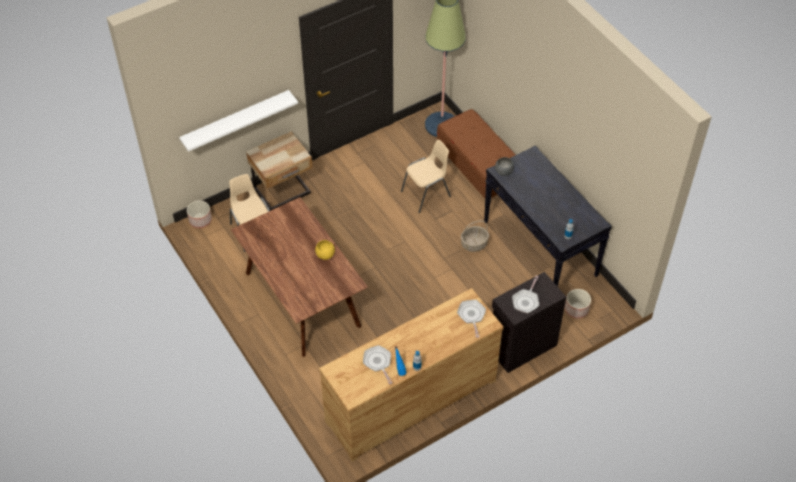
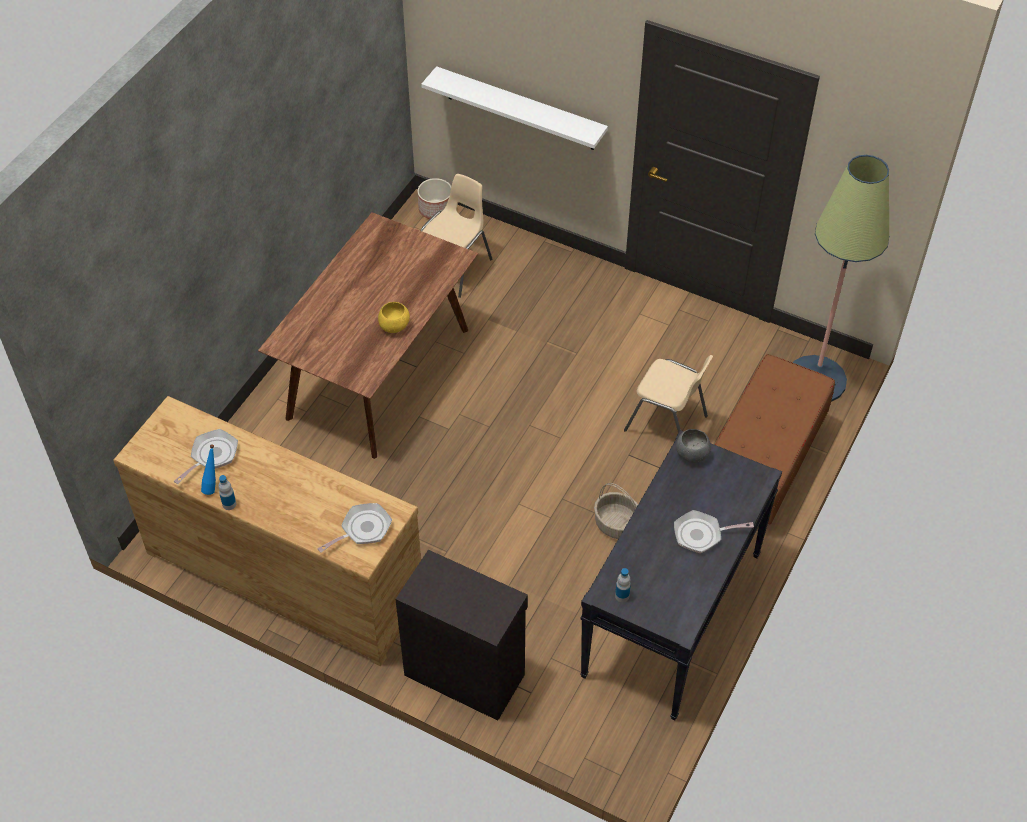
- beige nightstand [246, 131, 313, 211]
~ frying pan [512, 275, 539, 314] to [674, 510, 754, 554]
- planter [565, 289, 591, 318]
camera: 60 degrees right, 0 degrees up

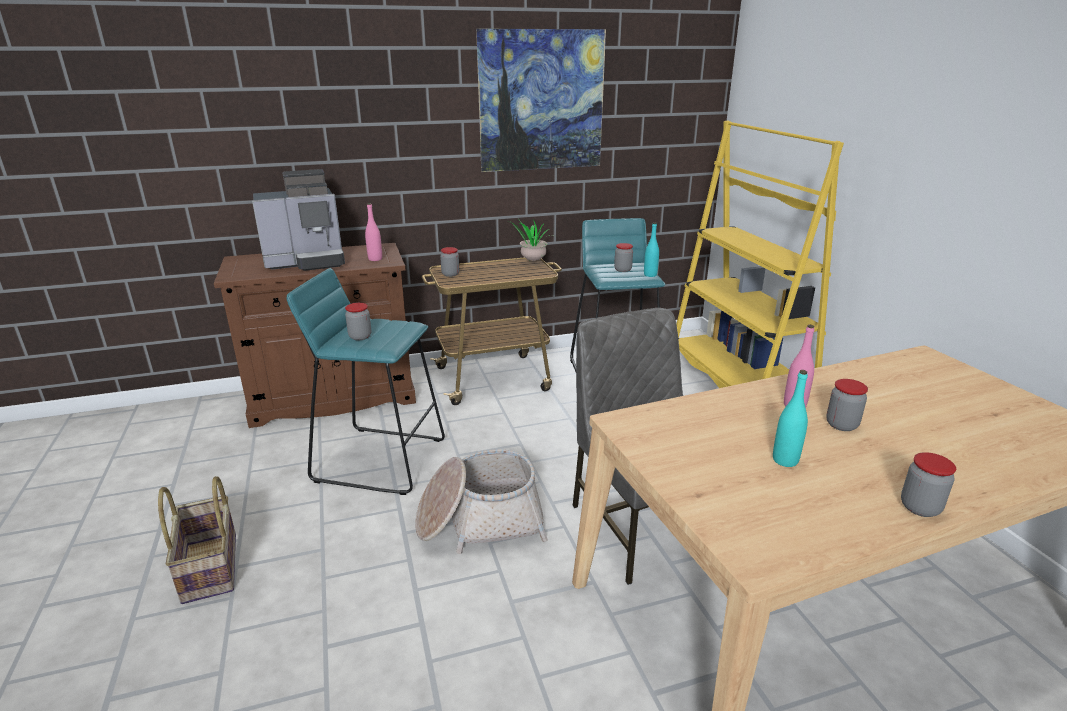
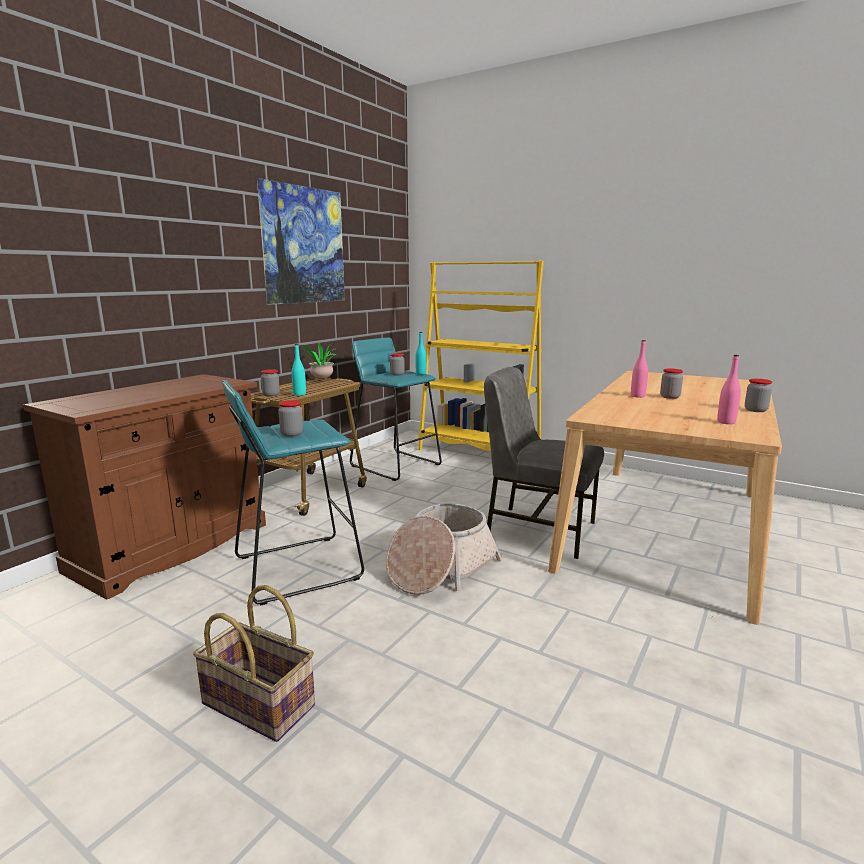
- coffee brewer [252, 169, 345, 271]
~ pinkish bottle [365, 203, 382, 261] to [717, 355, 741, 424]
~ turquoise bottle [773, 370, 808, 467] to [292, 344, 306, 396]
camera: 40 degrees left, 10 degrees down

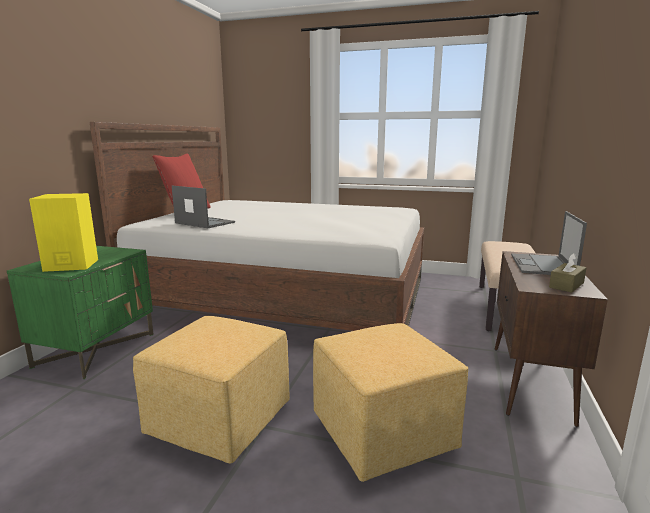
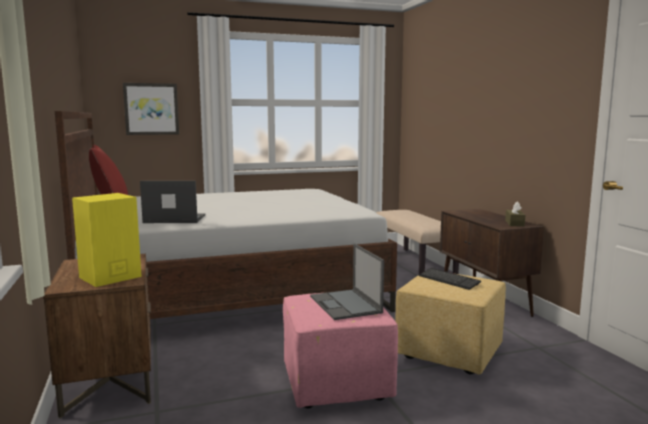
~ notebook computer [511, 211, 587, 275] to [310, 244, 384, 320]
~ green-coloured nightstand [7, 246, 154, 379] to brownish nightstand [43, 254, 151, 418]
~ yellowish ottoman [133, 316, 290, 463] to pinkish ottoman [283, 293, 398, 409]
+ wall picture [123, 83, 179, 135]
+ keyboard [419, 268, 481, 290]
camera: 35 degrees left, 5 degrees down

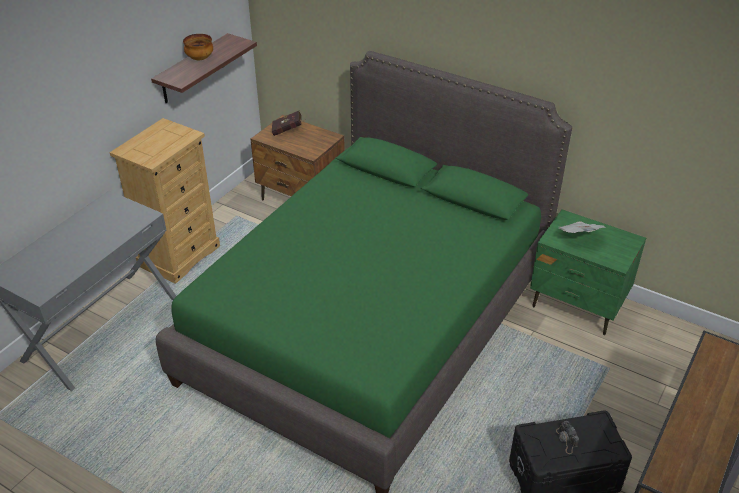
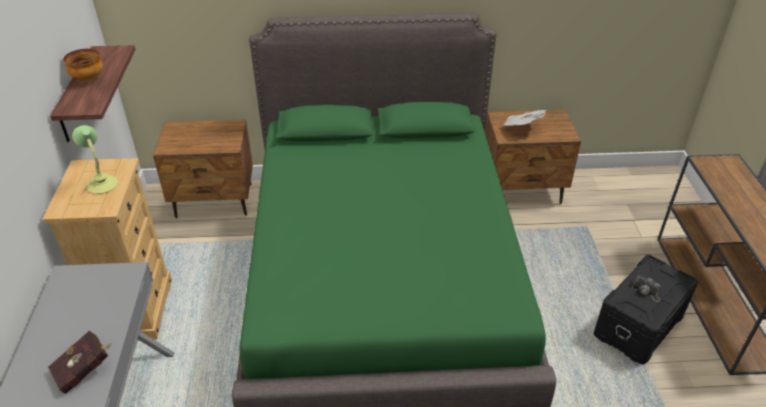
~ red volume [272, 111, 305, 136] to [48, 330, 112, 394]
~ green-coloured nightstand [530, 209, 646, 335] to brownish nightstand [485, 110, 581, 204]
+ table lamp [72, 125, 118, 194]
camera: 35 degrees left, 0 degrees up

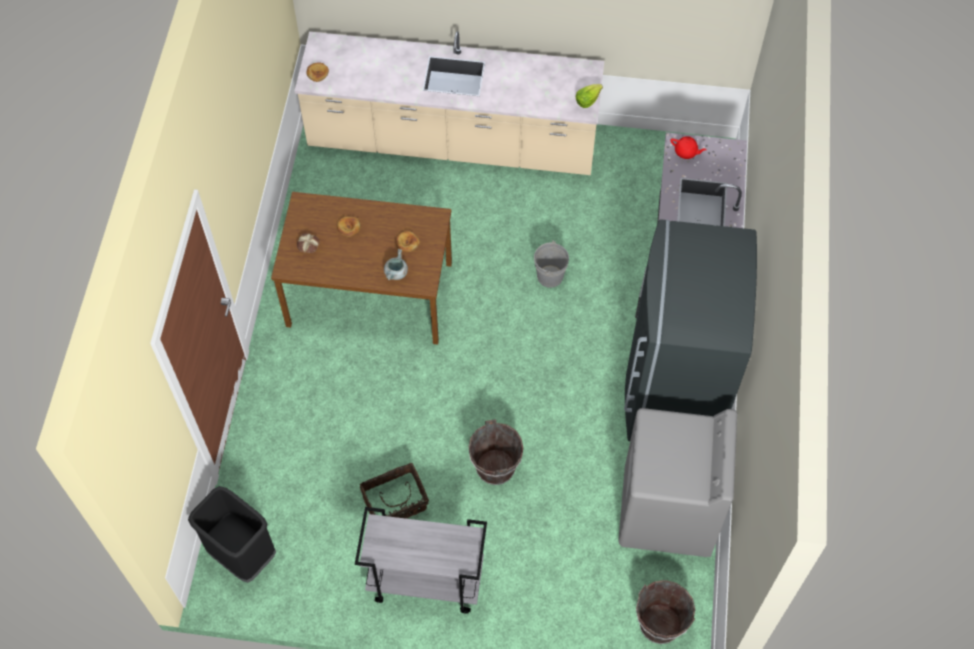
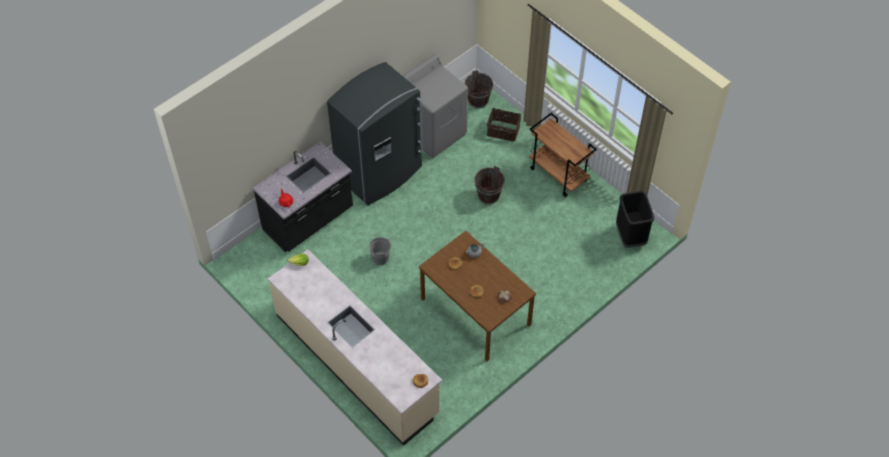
~ household basket [360, 463, 429, 519] to [487, 108, 521, 142]
~ greyish cart [355, 507, 487, 614] to brownish cart [529, 113, 597, 197]
camera: 140 degrees left, 5 degrees down

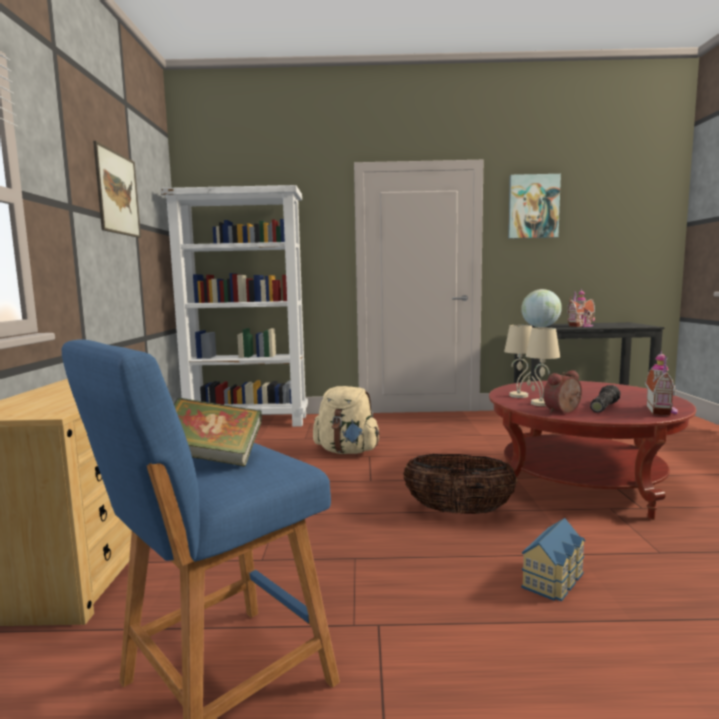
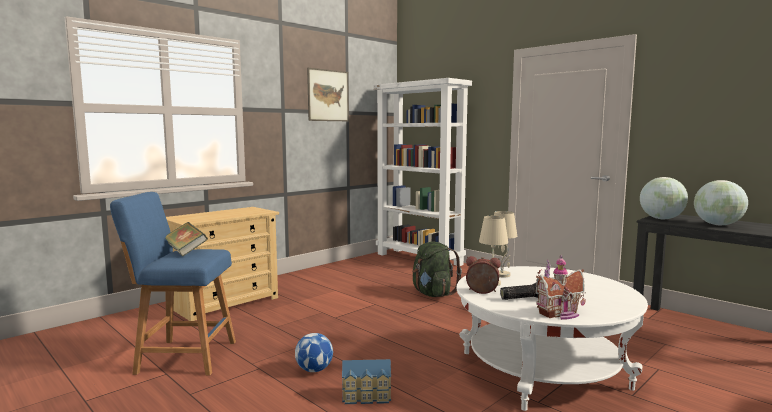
- wall picture [508, 174, 561, 239]
~ model house [567, 289, 595, 327] to world globe [694, 180, 748, 225]
~ red lounge table [489, 381, 696, 520] to white-coloured lounge table [456, 266, 648, 411]
~ beige rucksack [313, 386, 380, 454] to green-coloured rucksack [412, 242, 462, 297]
- household basket [403, 454, 517, 514]
+ football ball [295, 333, 333, 372]
camera: 45 degrees right, 0 degrees up

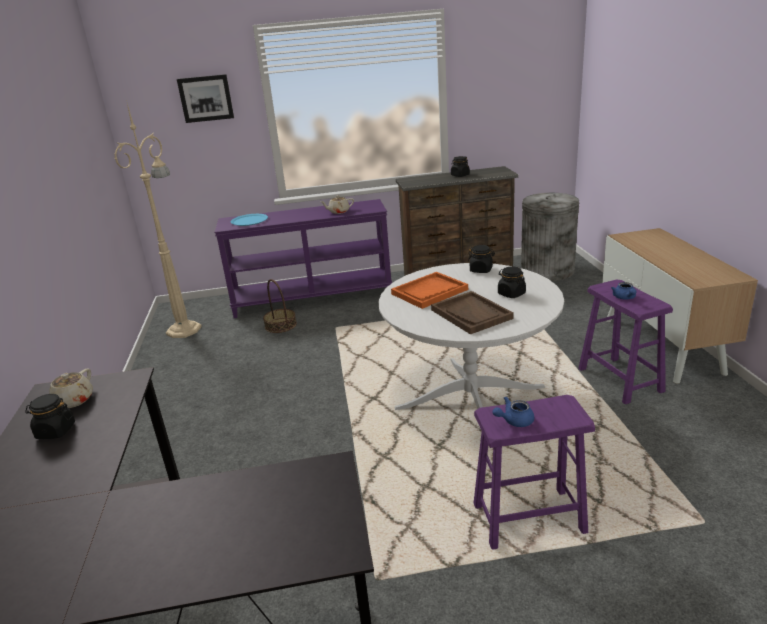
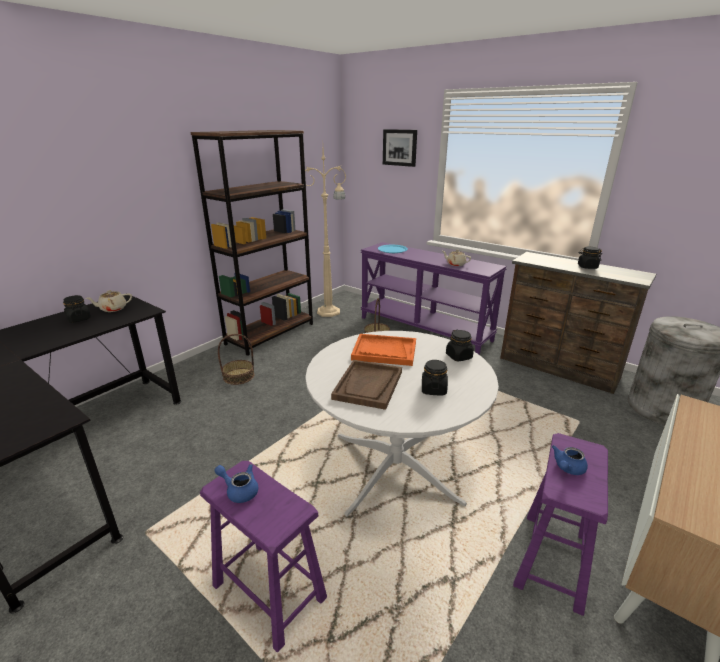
+ brownish bookcase [191, 130, 313, 356]
+ household basket [218, 334, 254, 385]
camera: 45 degrees right, 0 degrees up

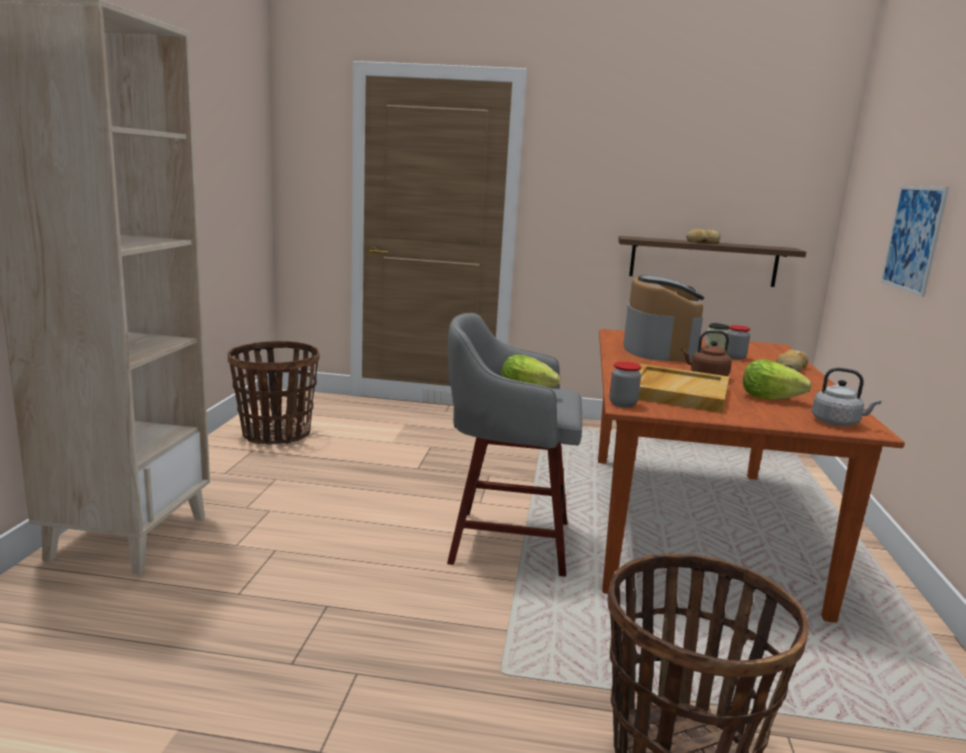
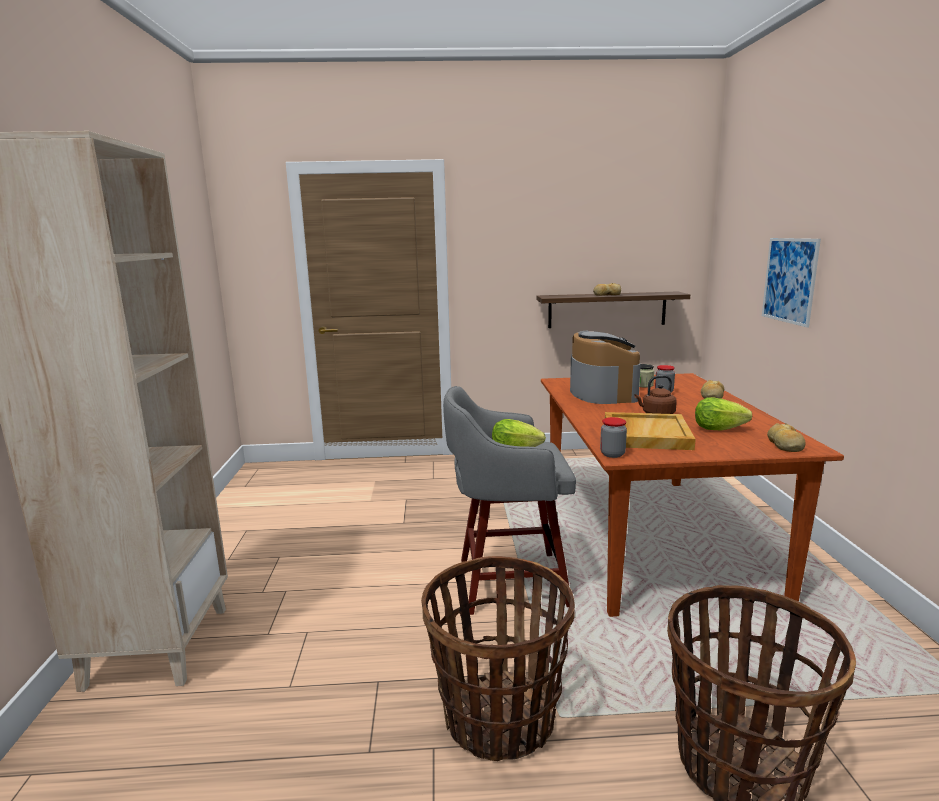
~ household basket [227, 341, 320, 445] to [421, 556, 575, 761]
~ greyish kettle [812, 368, 882, 426] to bakery bread [767, 423, 805, 452]
camera: 10 degrees left, 0 degrees up

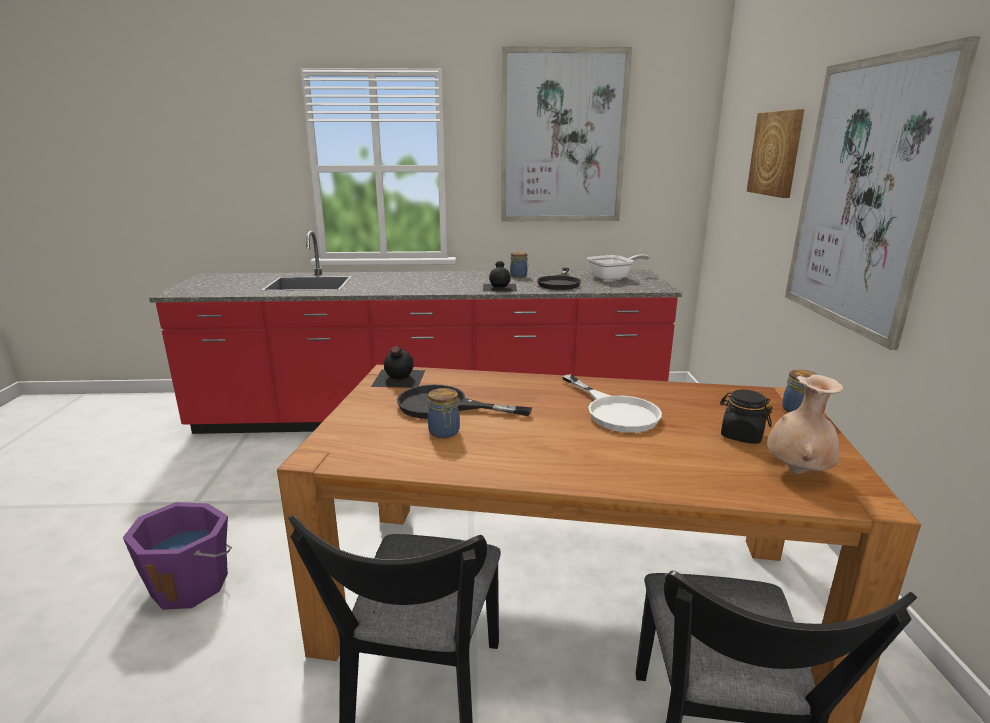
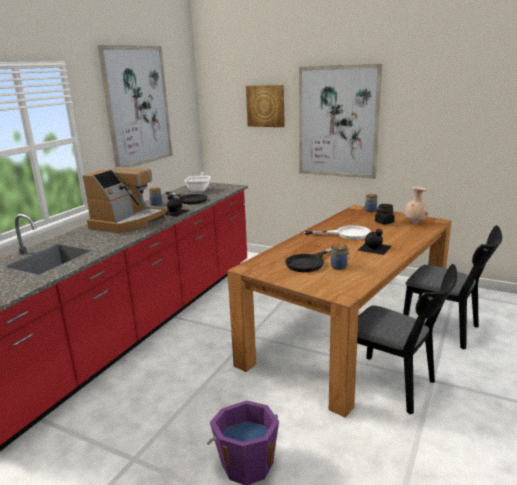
~ black-coloured bottle [371, 346, 425, 388] to [358, 229, 392, 255]
+ coffee brewer [83, 167, 167, 233]
camera: 60 degrees left, 0 degrees up

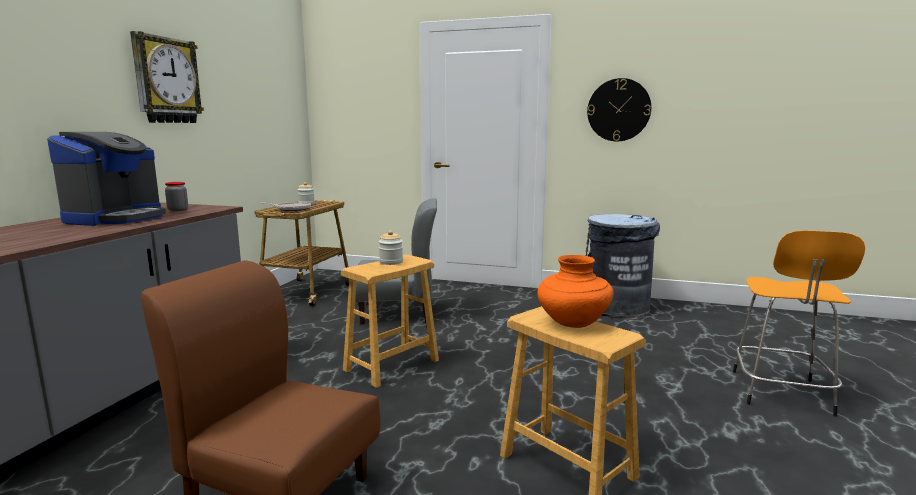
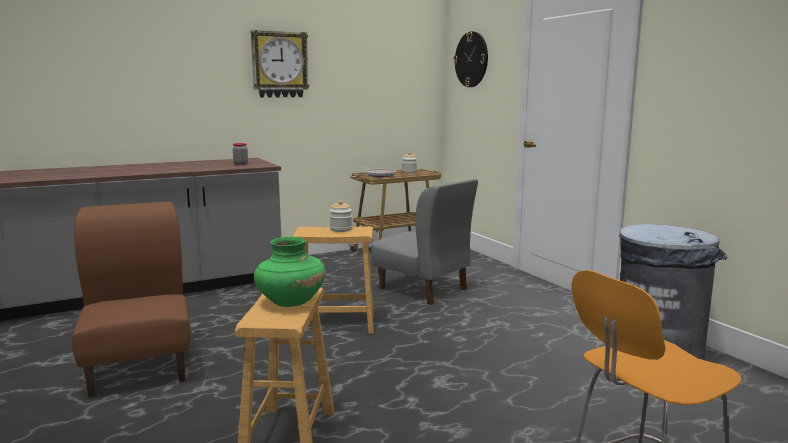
~ wall clock [587, 78, 651, 141] to [454, 31, 488, 87]
- coffee brewer [47, 132, 166, 226]
~ orange-coloured vase [537, 255, 614, 328] to green-coloured vase [254, 237, 326, 307]
camera: 45 degrees right, 0 degrees up

